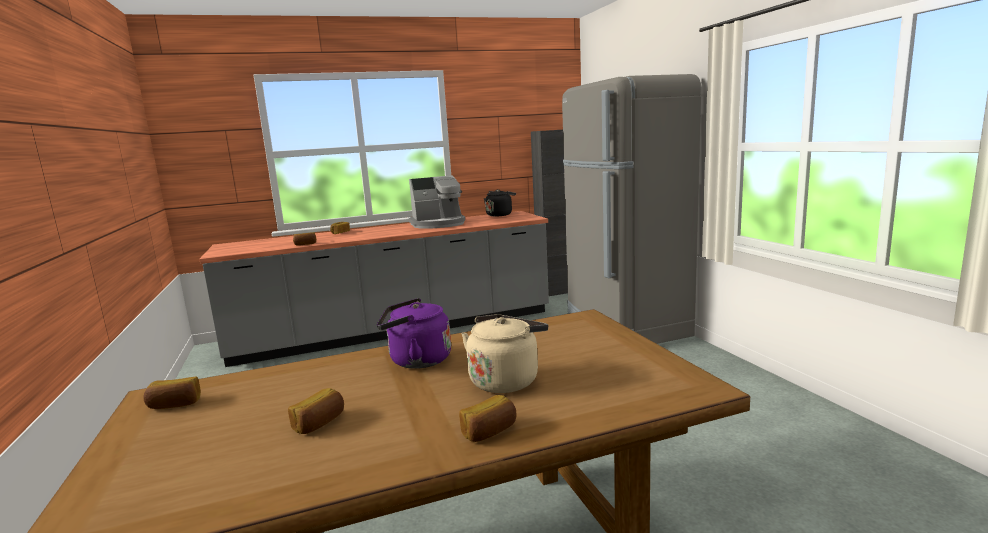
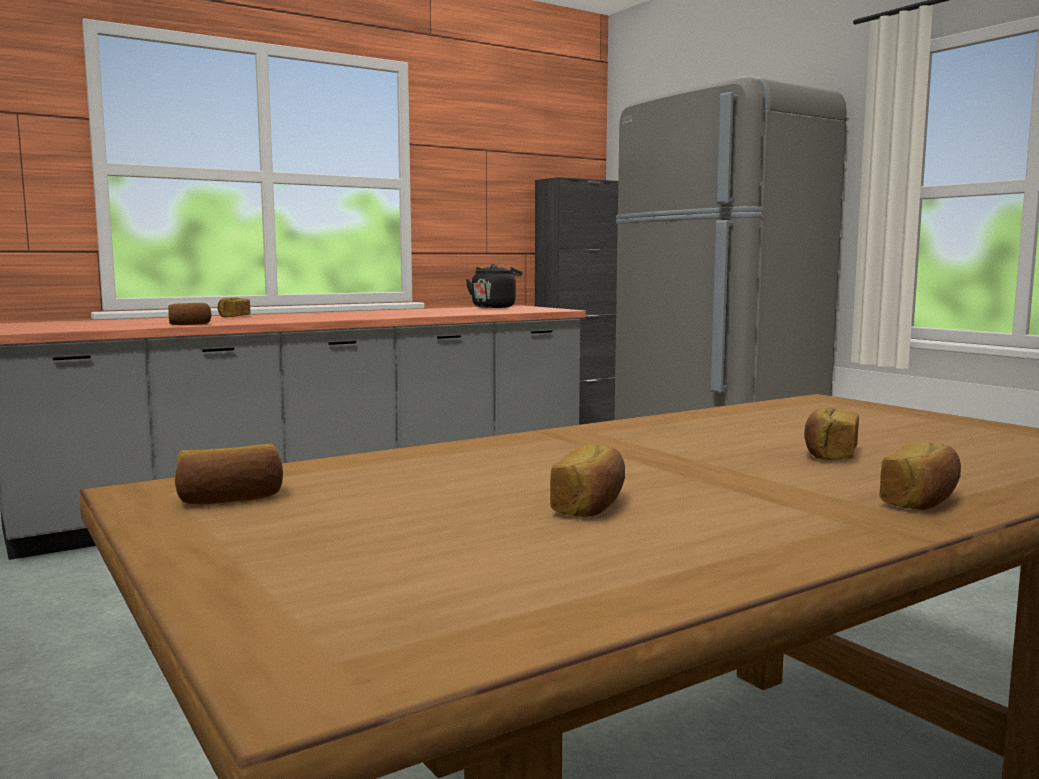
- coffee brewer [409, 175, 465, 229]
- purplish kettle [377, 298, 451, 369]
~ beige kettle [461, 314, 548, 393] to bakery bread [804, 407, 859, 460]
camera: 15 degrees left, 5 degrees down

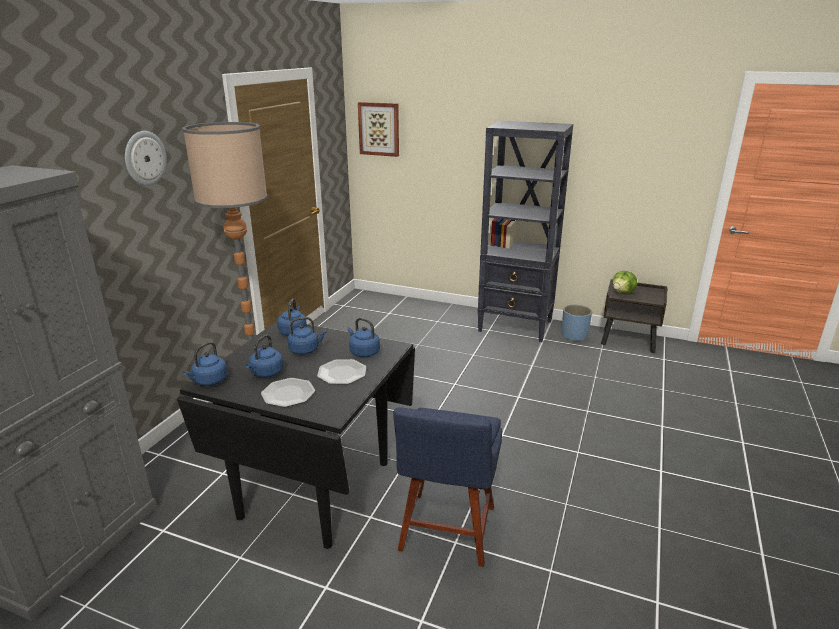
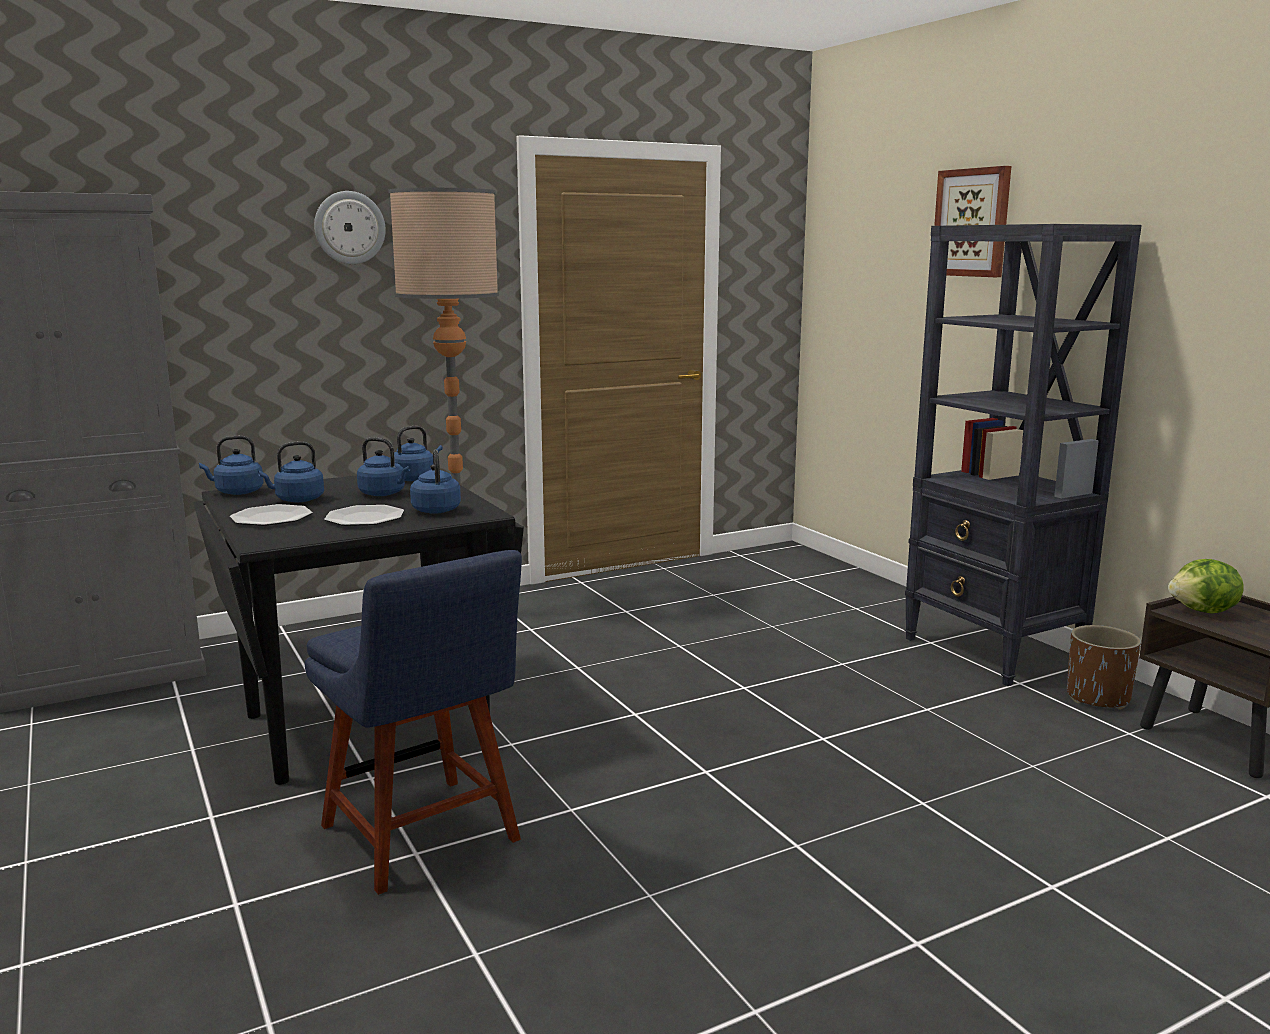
~ wall picture [358, 102, 399, 157] to [934, 166, 1011, 277]
~ bluish planter [562, 305, 592, 341] to brownish planter [1067, 625, 1141, 710]
~ bluish plain chair [393, 408, 502, 567] = [305, 550, 522, 895] 90 degrees counterclockwise
camera: 40 degrees right, 10 degrees down

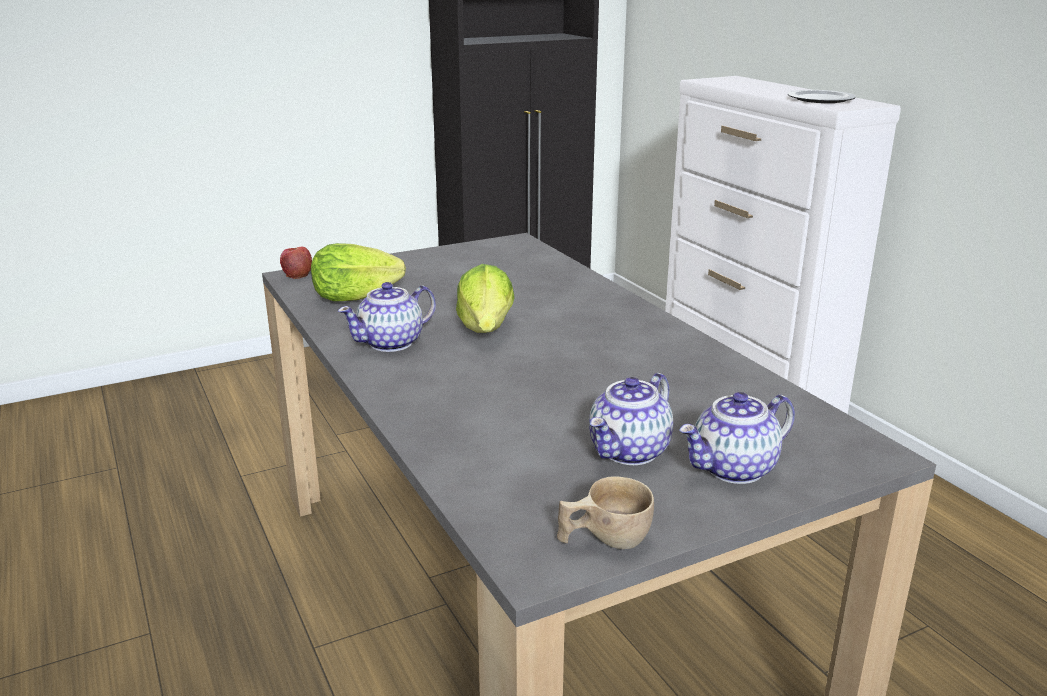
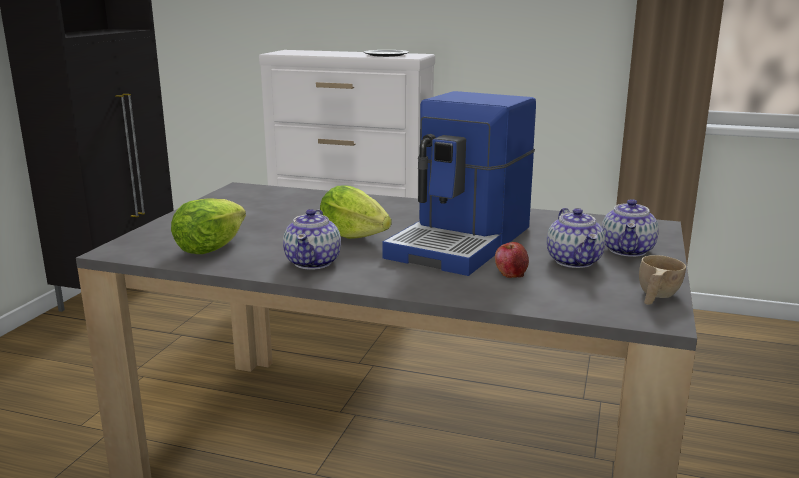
~ apple [280, 247, 312, 279] to [495, 242, 529, 278]
+ coffee brewer [382, 91, 536, 276]
camera: 45 degrees left, 5 degrees down

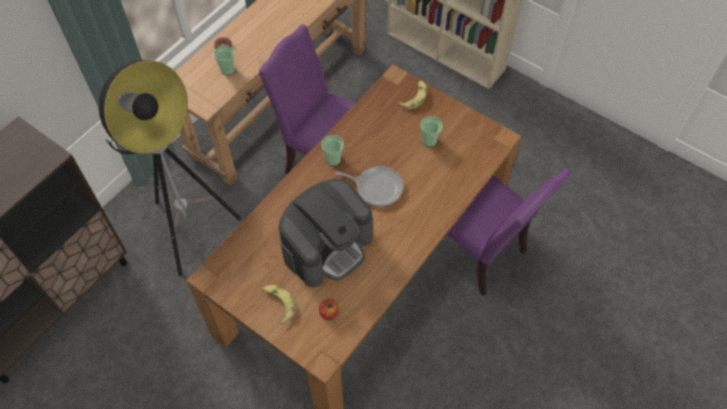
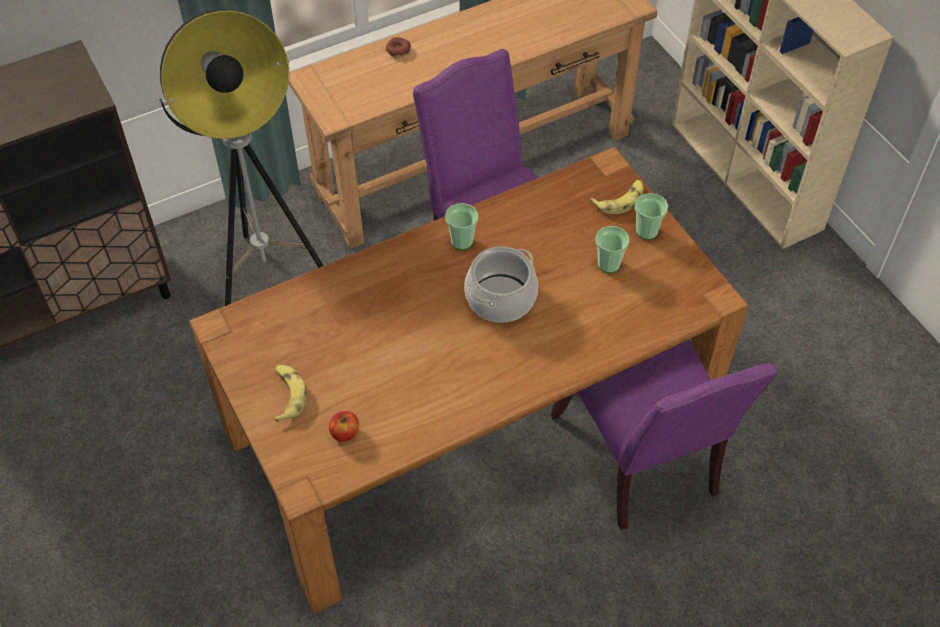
~ drinking cup [214, 45, 235, 75] to [635, 193, 668, 240]
~ frying pan [335, 166, 403, 206] to cooking pot [464, 246, 538, 323]
- coffee brewer [279, 179, 373, 288]
camera: 25 degrees right, 5 degrees down

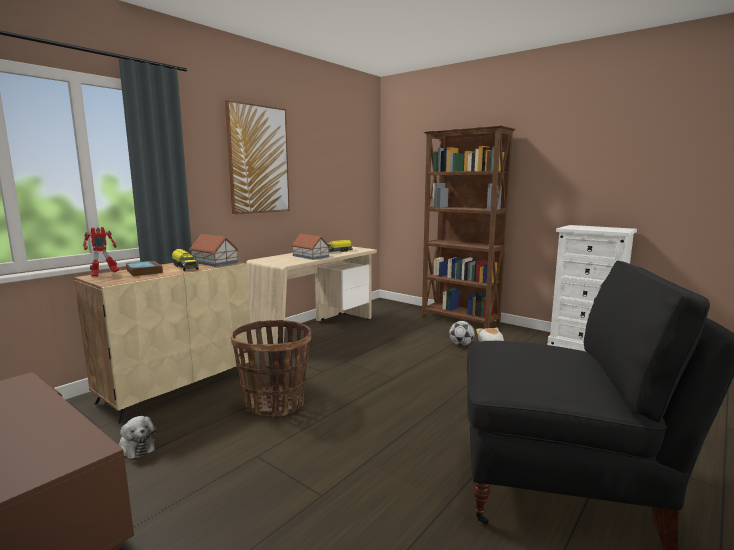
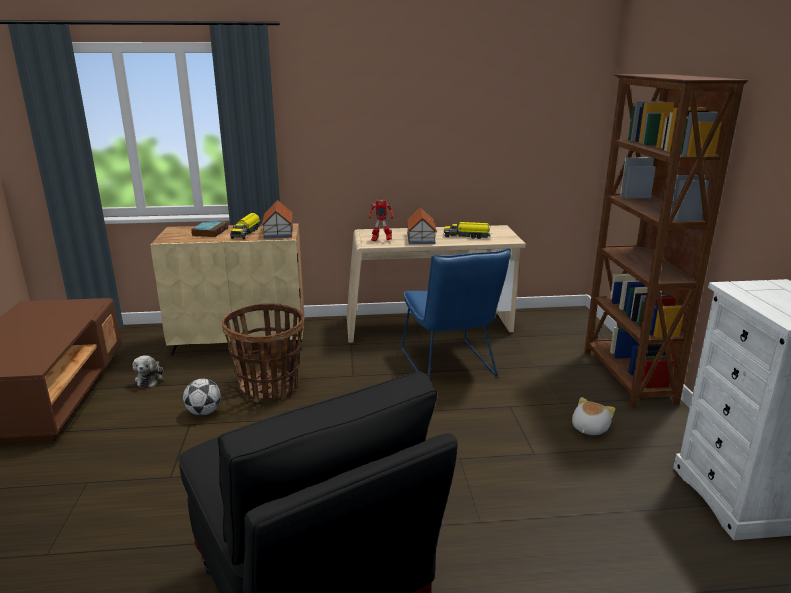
- wall picture [225, 100, 290, 215]
~ robot figure [83, 227, 119, 277] to [369, 200, 393, 242]
~ football ball [449, 321, 475, 346] to [183, 379, 221, 416]
+ bluish plain chair [402, 248, 511, 380]
camera: 45 degrees right, 10 degrees up

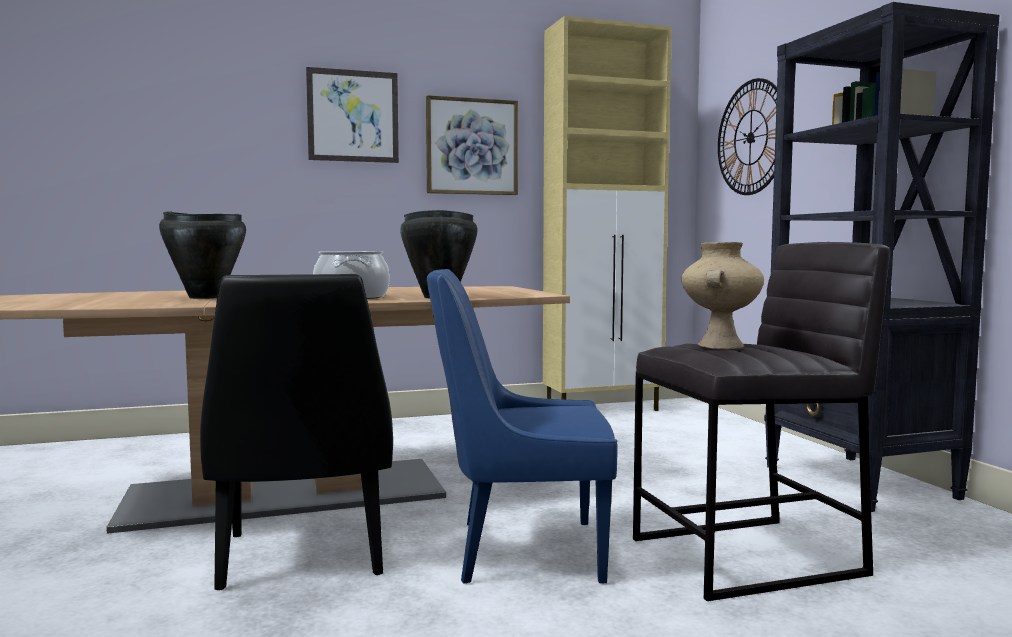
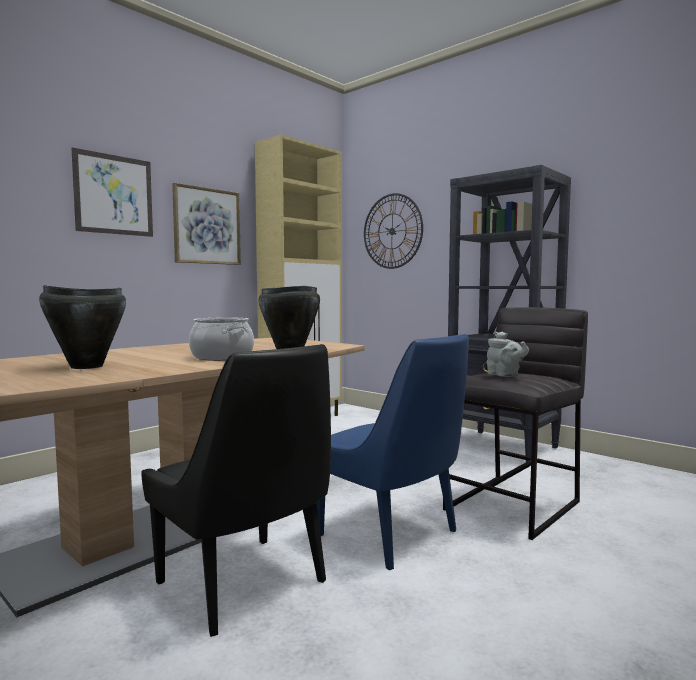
~ beige vase [681, 242, 764, 349] to greyish pot for tea [487, 332, 529, 377]
~ bluish plain chair [427, 269, 618, 584] = [317, 334, 469, 570] 105 degrees counterclockwise
camera: 30 degrees left, 0 degrees up

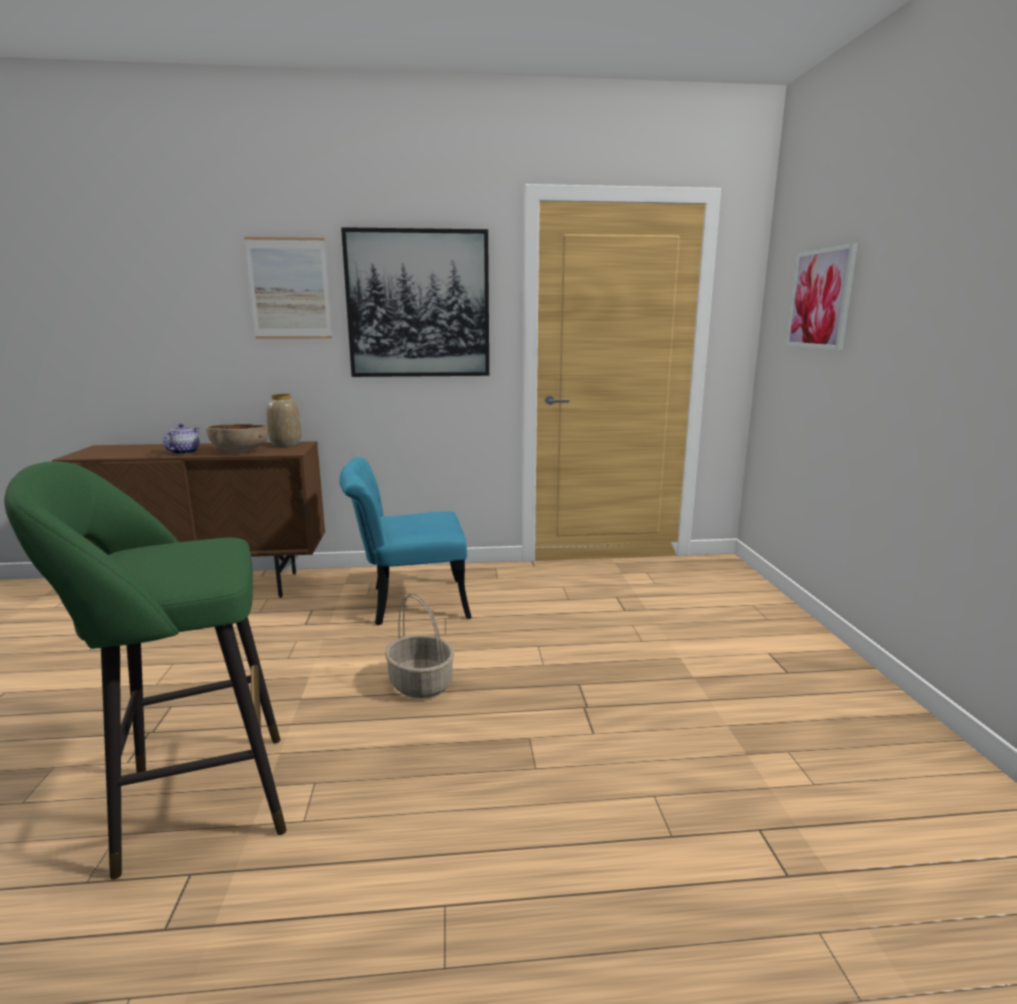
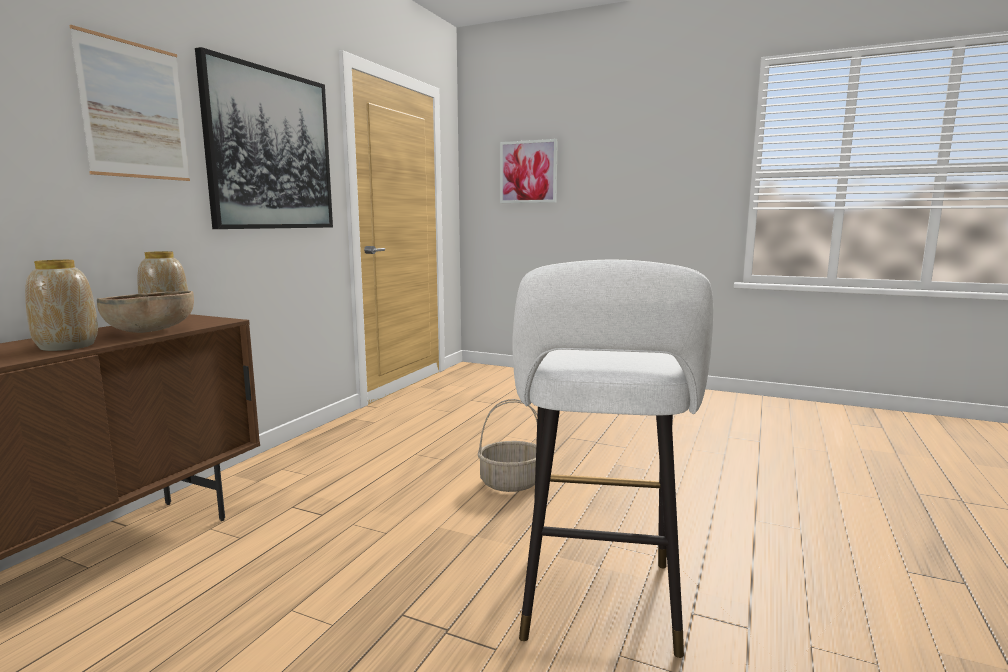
~ pot for tea [163, 424, 200, 455] to vase [25, 260, 98, 351]
- turquoise plain chair [340, 457, 472, 625]
~ green-coloured sitting stool [4, 461, 286, 880] to white-coloured sitting stool [512, 260, 713, 658]
camera: 60 degrees left, 5 degrees down

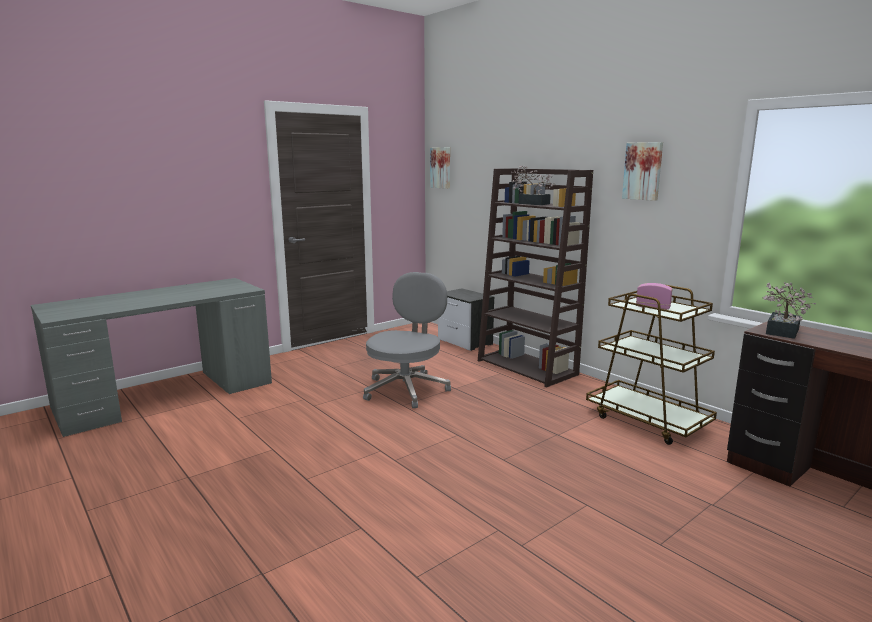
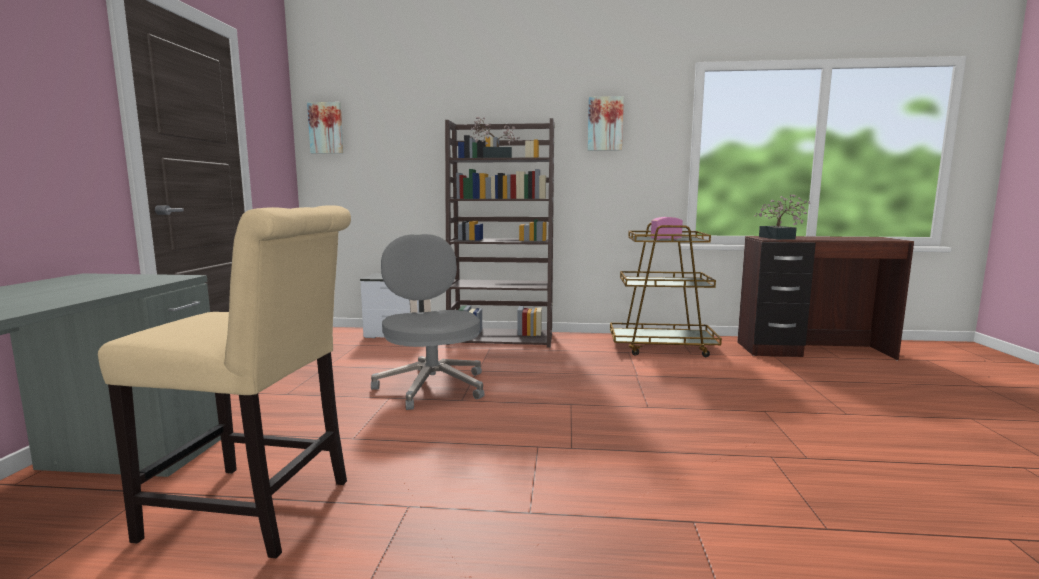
+ beige plain chair [98, 206, 351, 558]
camera: 45 degrees left, 5 degrees down

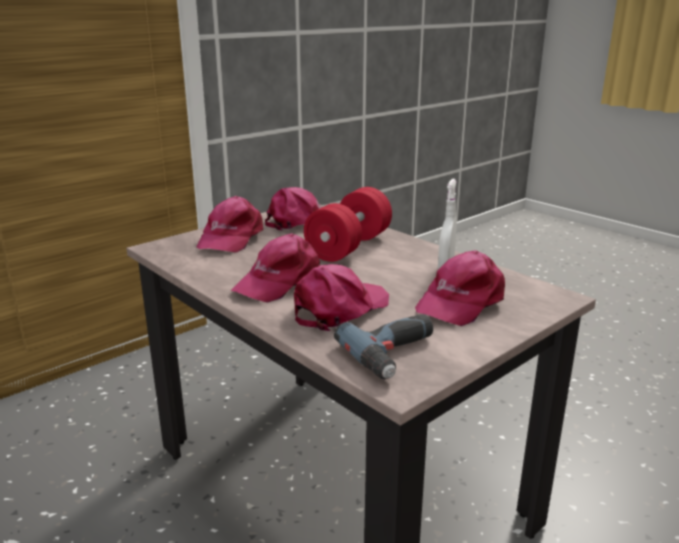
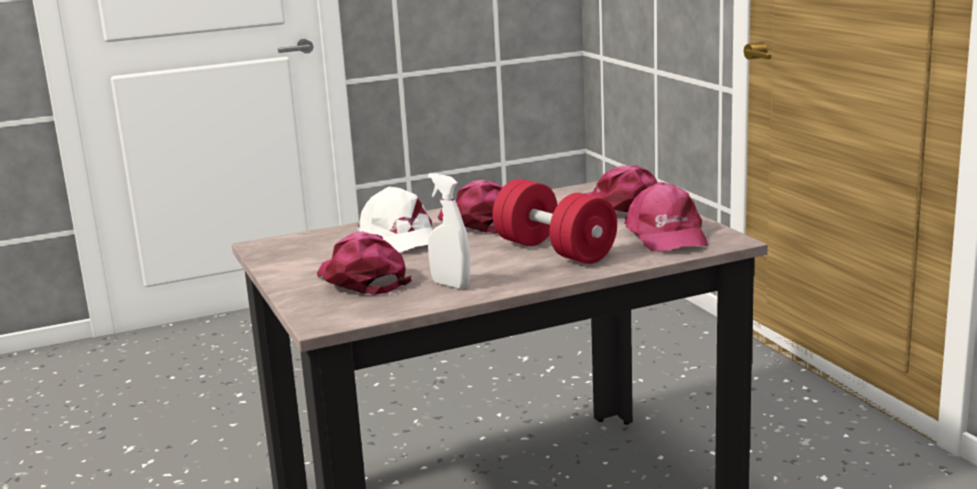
~ pinkish cap [294, 264, 389, 331] to white-coloured cap [357, 187, 433, 252]
- power drill [334, 314, 433, 379]
camera: 110 degrees right, 5 degrees down

